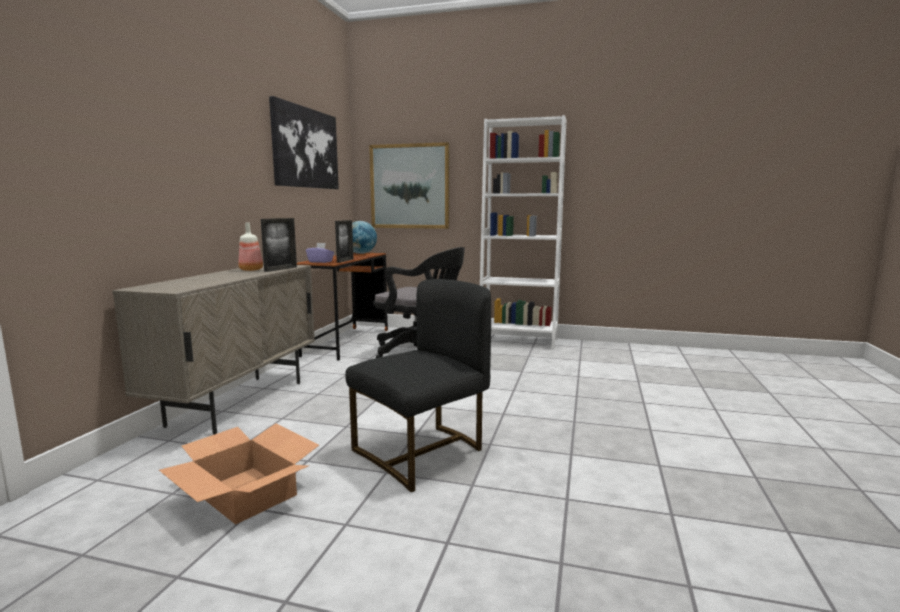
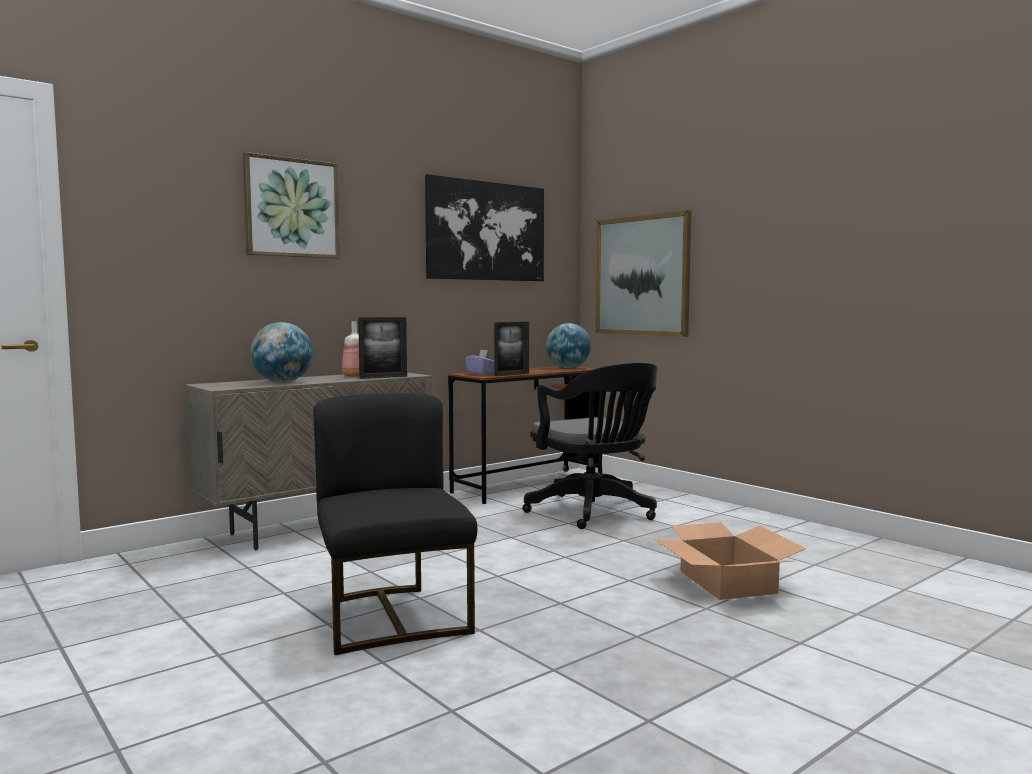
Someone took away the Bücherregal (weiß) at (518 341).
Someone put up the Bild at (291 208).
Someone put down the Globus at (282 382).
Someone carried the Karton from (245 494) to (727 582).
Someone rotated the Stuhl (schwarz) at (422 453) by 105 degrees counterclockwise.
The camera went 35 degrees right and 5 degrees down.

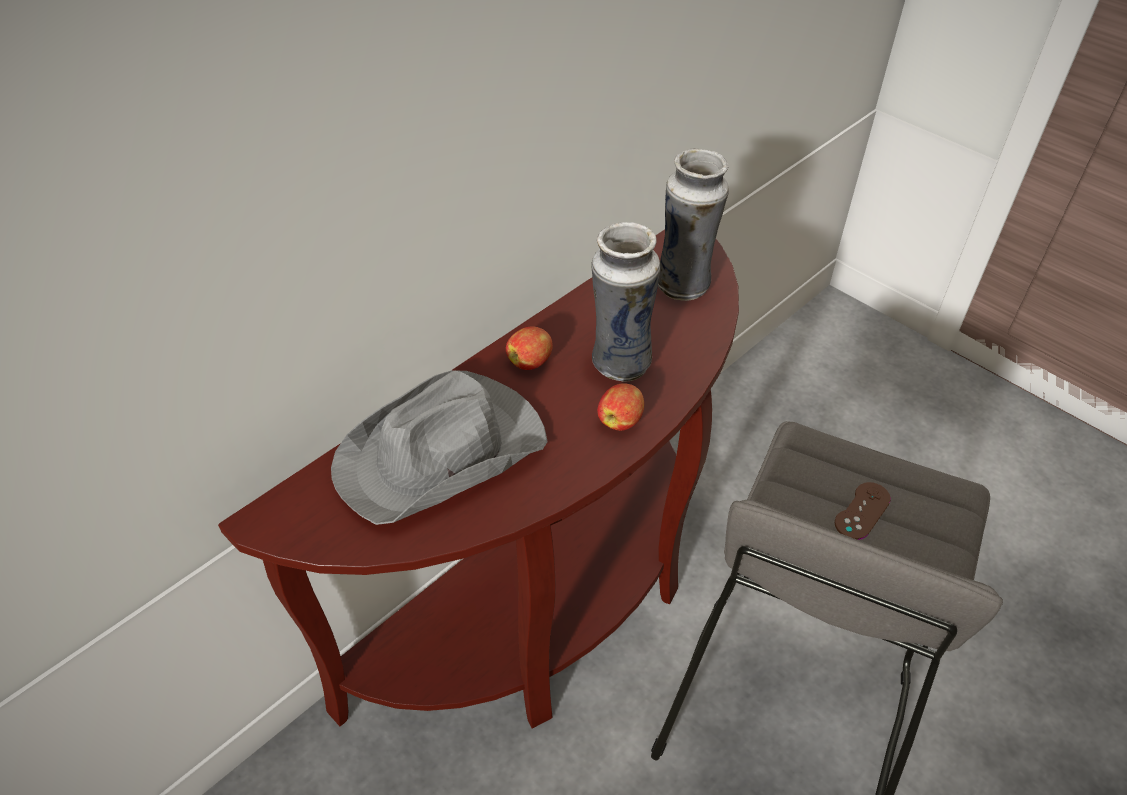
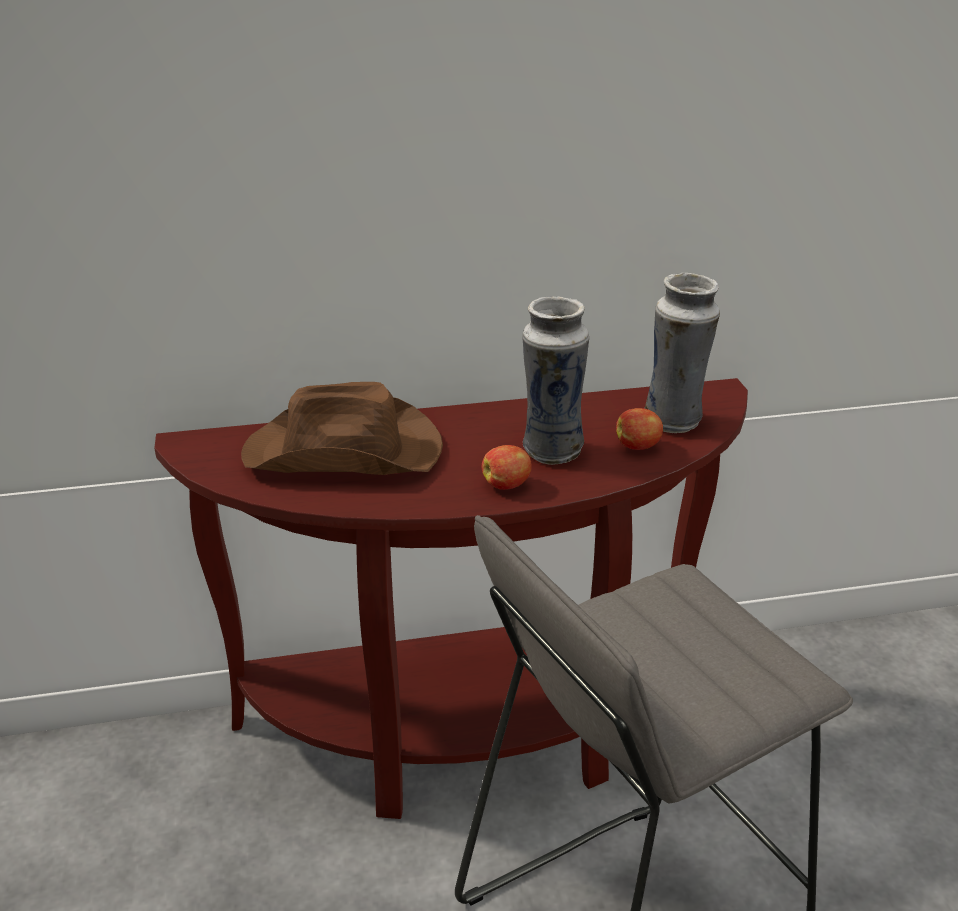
Someone took away the Gamepad (braun) at (862 511).
Someone carried the Apfel from (530 362) to (638 446).
Someone repainted the Hut (grau) at (443 453), which became the Hut (braun) at (345 453).
The camera went 35 degrees right and 15 degrees down.

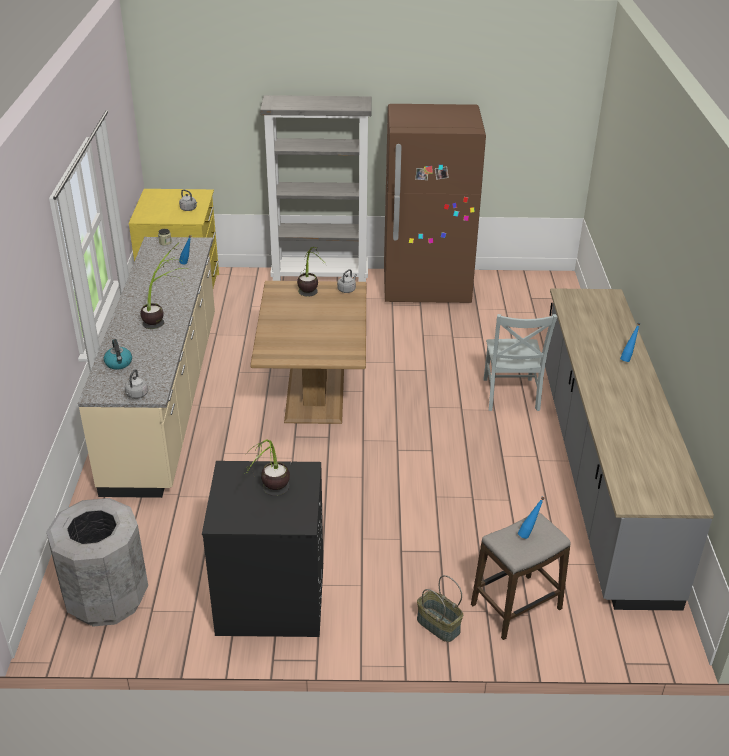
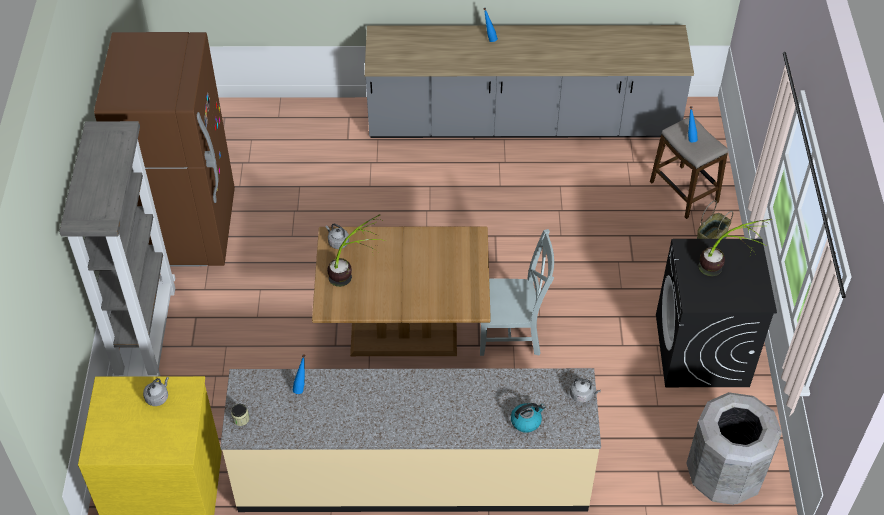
Someone took away the Topfpflanze at (164 318).
Someone carried the Stuhl (grau) from (510 396) to (512 333).
The camera went 90 degrees left and 15 degrees up.

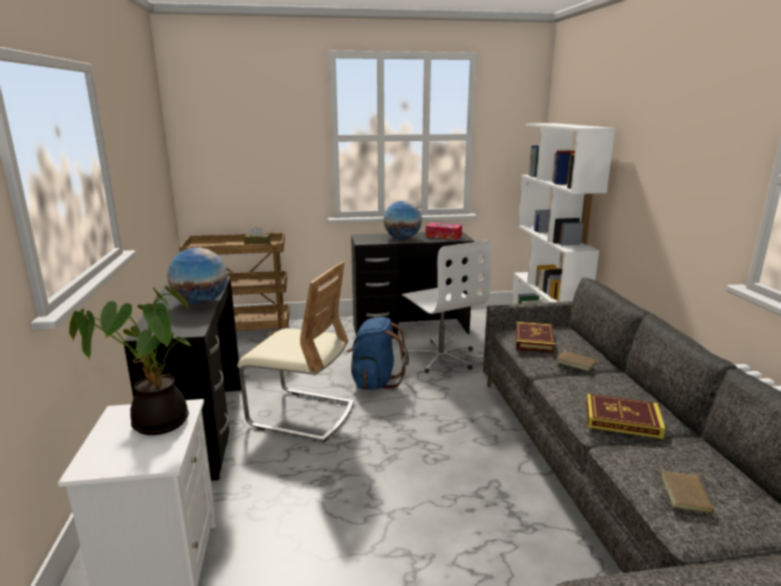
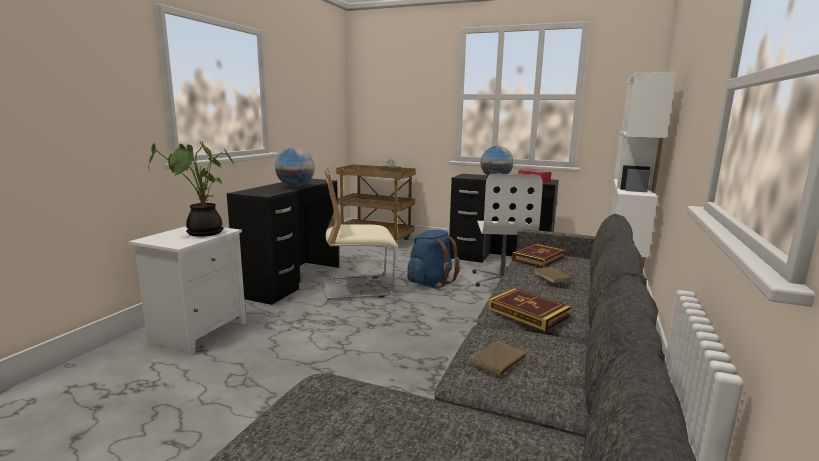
Someone rotated the Stuhl (beige) at (301 414) by 120 degrees clockwise.
The camera went 30 degrees right and 5 degrees down.

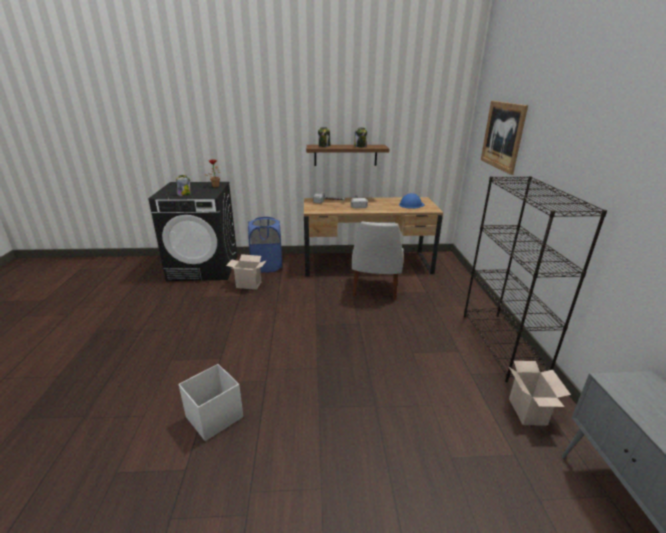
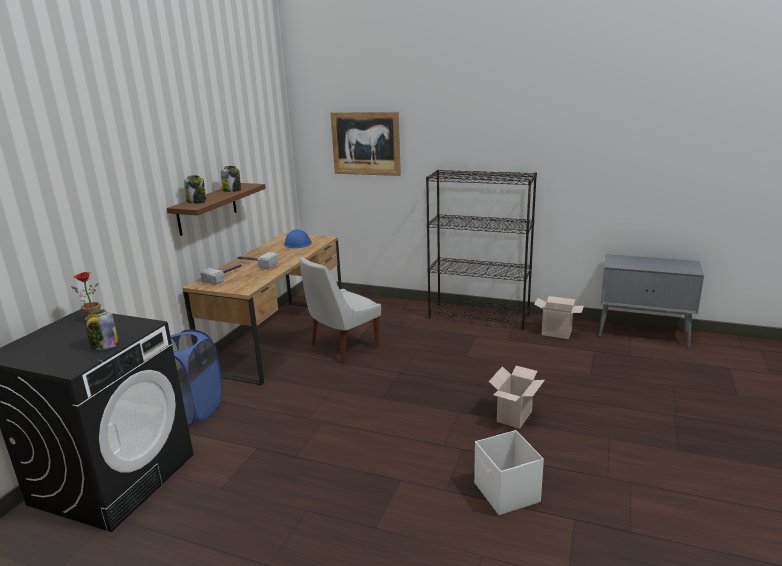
Someone carried the Karton from (248 285) to (515 417).
Someone rotated the Stuhl (weiß) at (375 290) by 105 degrees clockwise.
The camera went 65 degrees left and 5 degrees down.

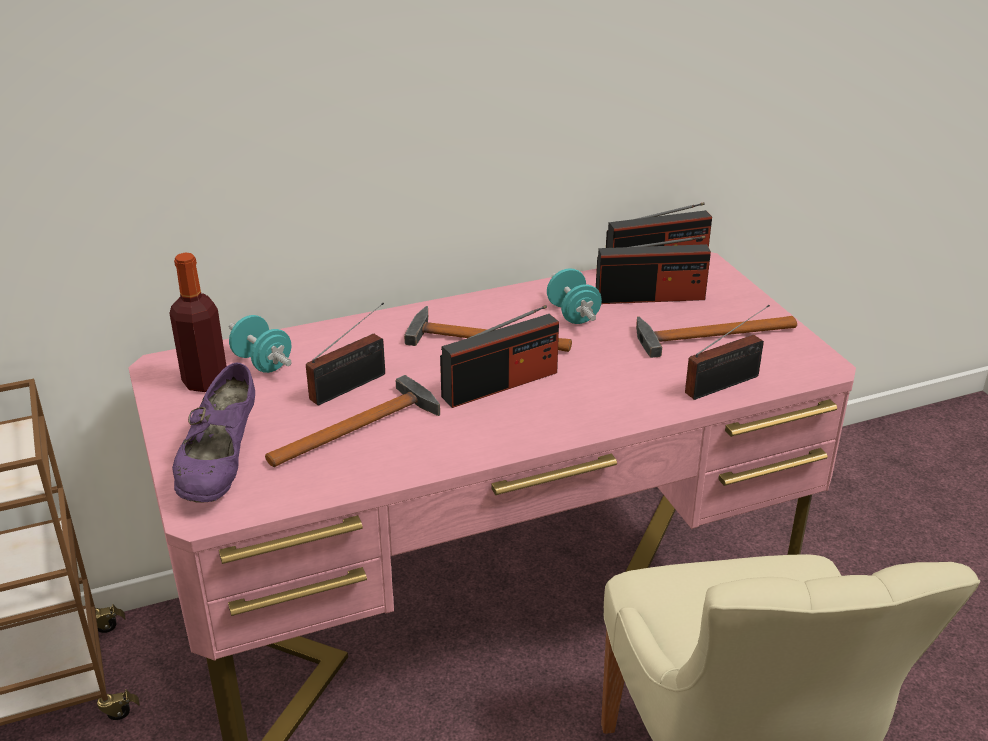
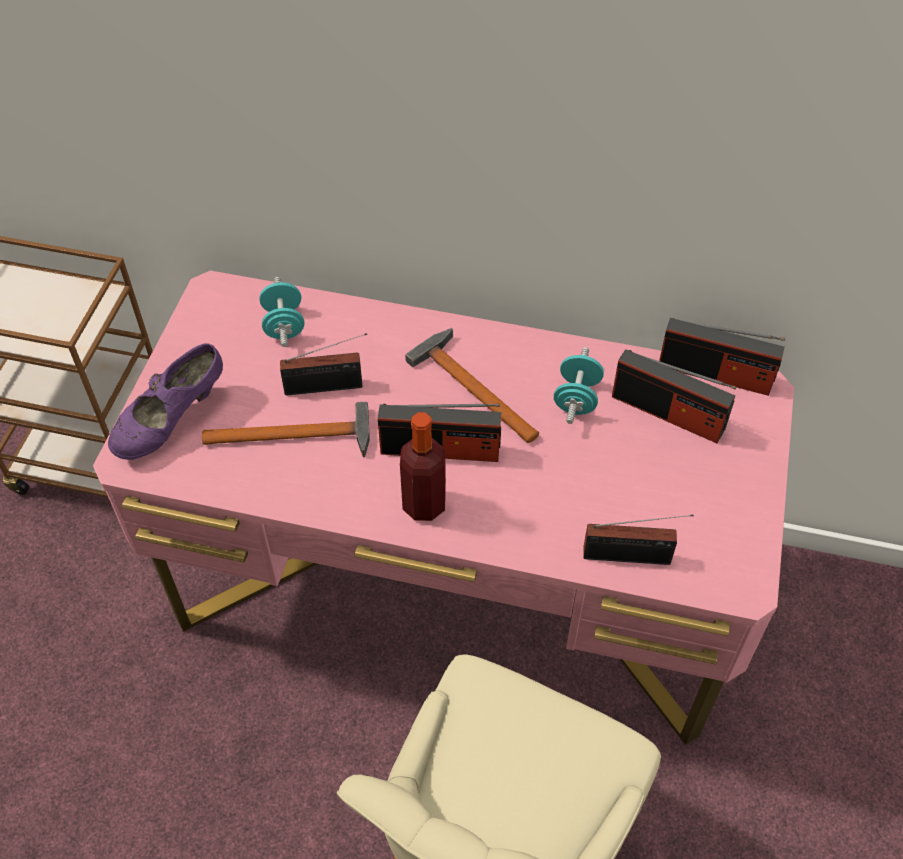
Someone took away the Hammer at (708 335).
Someone carried the Flasche from (205 381) to (424 504).
The camera went 35 degrees right and 20 degrees up.

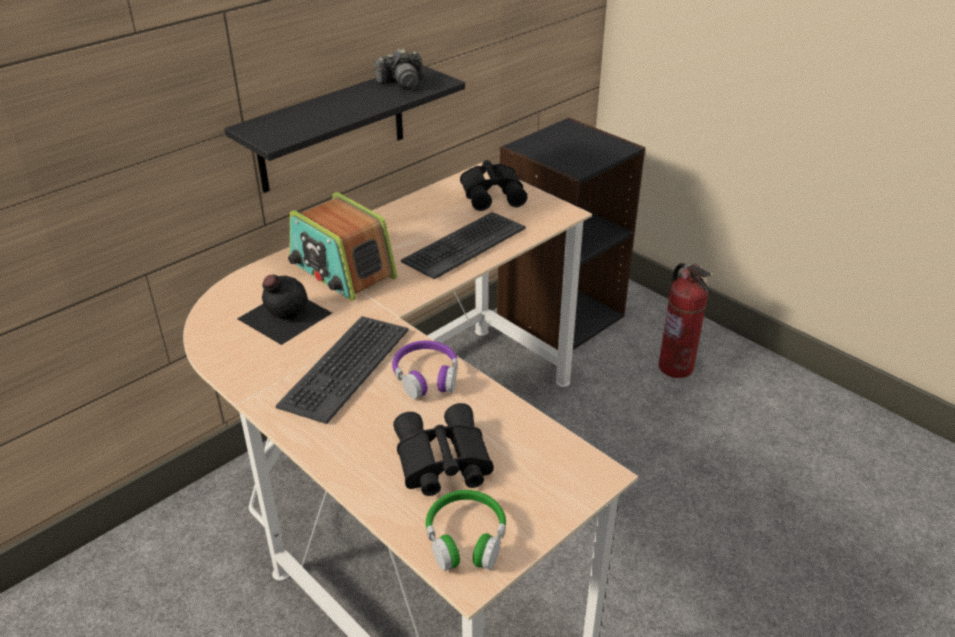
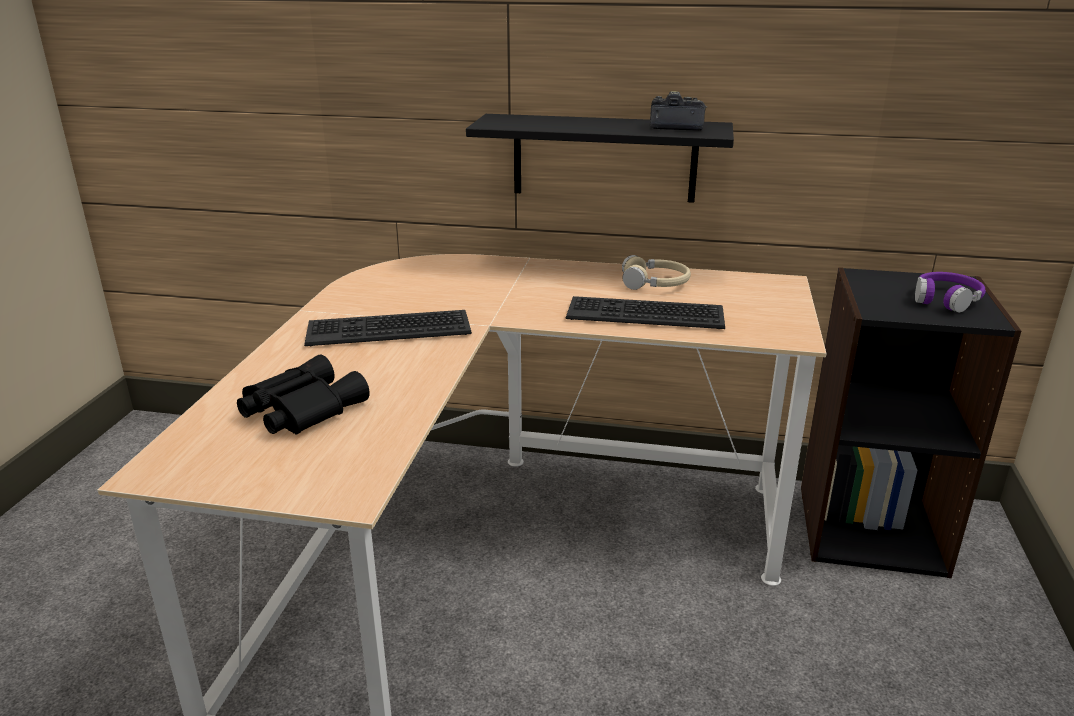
Someone took away the Flasche (schwarz) at (283 316).
Someone took away the Radio at (342 270).
Someone took away the Kopfhörer (grün) at (466 538).
Someone took away the Fernglas (schwarz) at (493 193).
Someone took away the Feuerlöscher at (676 367).
Someone put down the Kopfhörer (beige) at (655 283).
Someone carried the Kopfhörer (lila) from (426 376) to (946 300).
Someone rotated the Kamera at (402 83) by 150 degrees clockwise.
The camera went 55 degrees right and 10 degrees down.

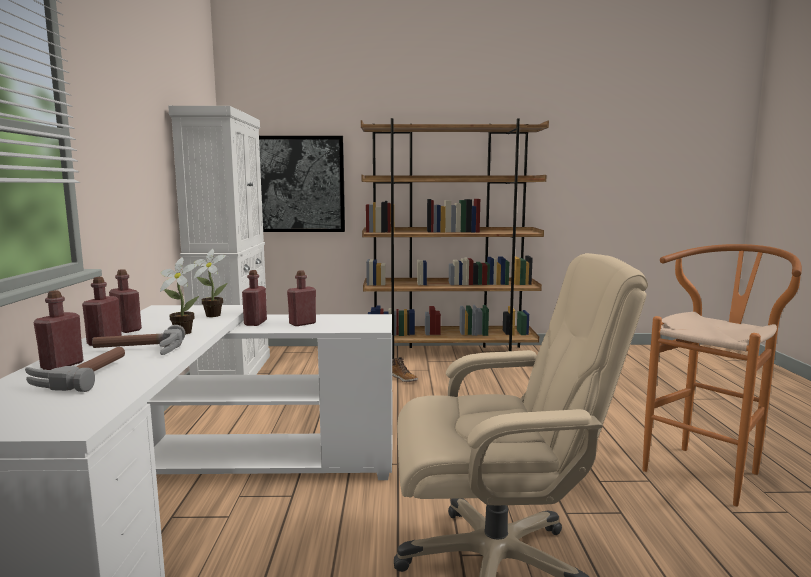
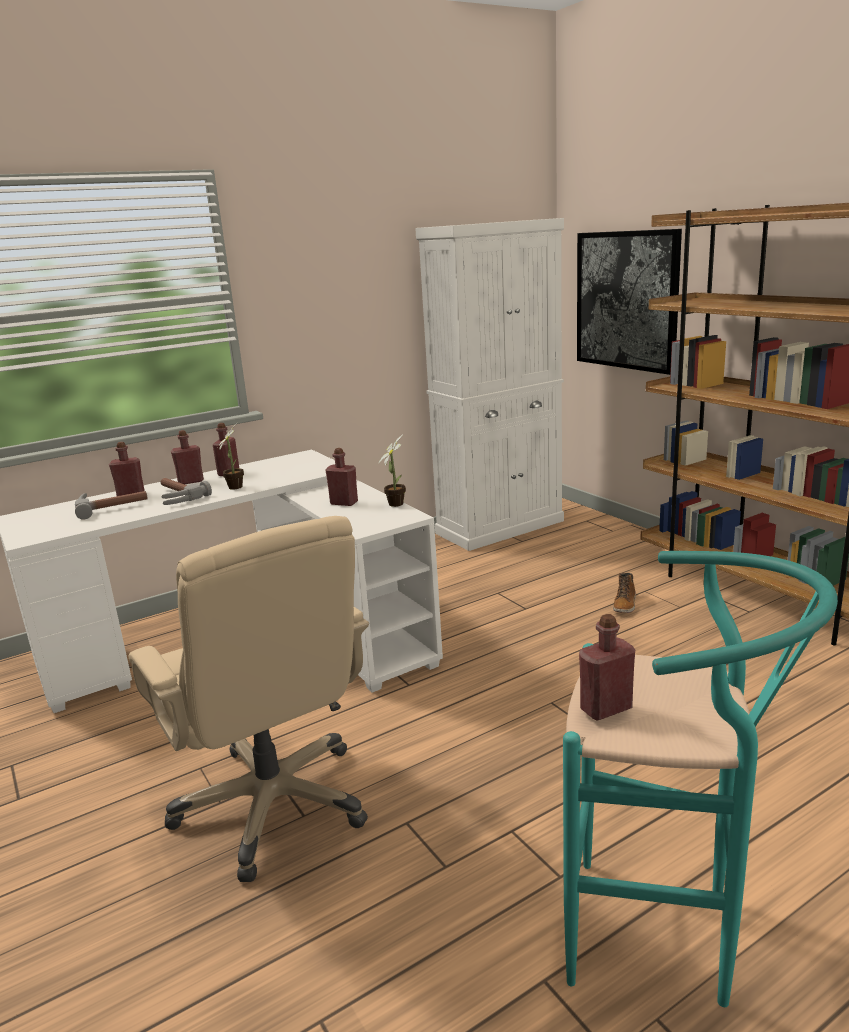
Someone carried the Topfpflanze from (211 315) to (396 503).
Someone carried the Flasche (rot) from (255 323) to (606 708).
Someone repainted the Hocker (orange) at (708 470), which became the Hocker (türkis) at (667 937).
The camera went 60 degrees right and 10 degrees up.

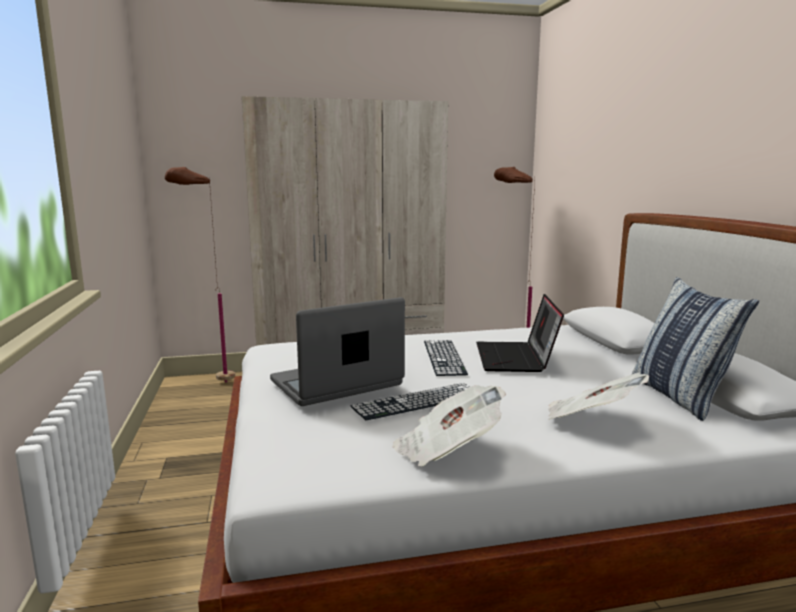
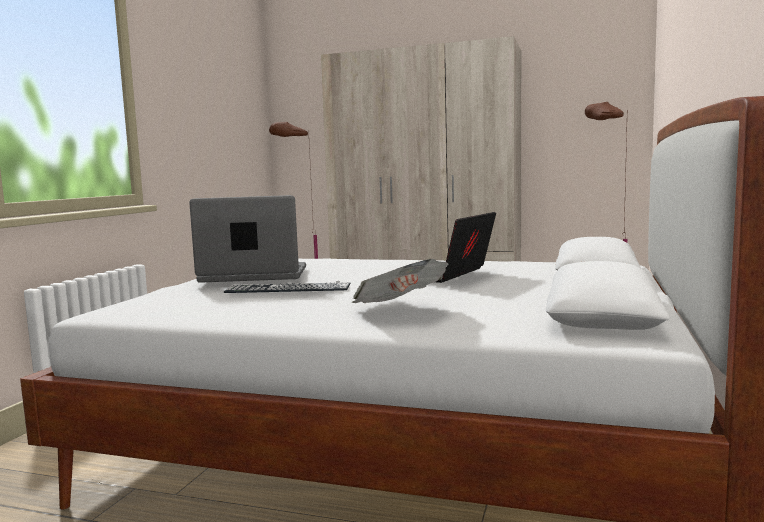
Someone took away the Zeitung at (447 450).
Someone took away the Tastatur at (444 357).
Someone took away the Kissen at (679 397).
The camera went 30 degrees right and 5 degrees down.

